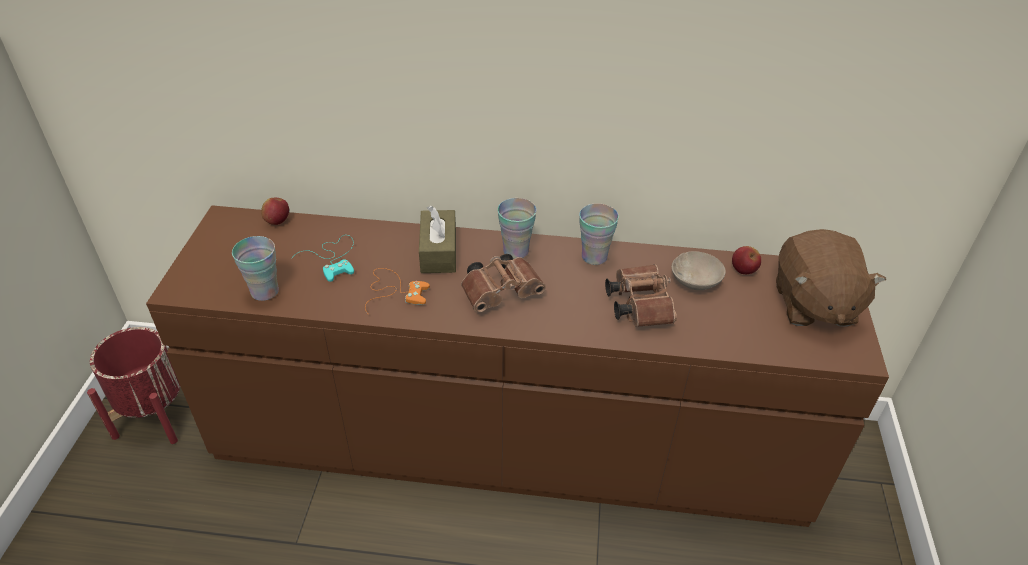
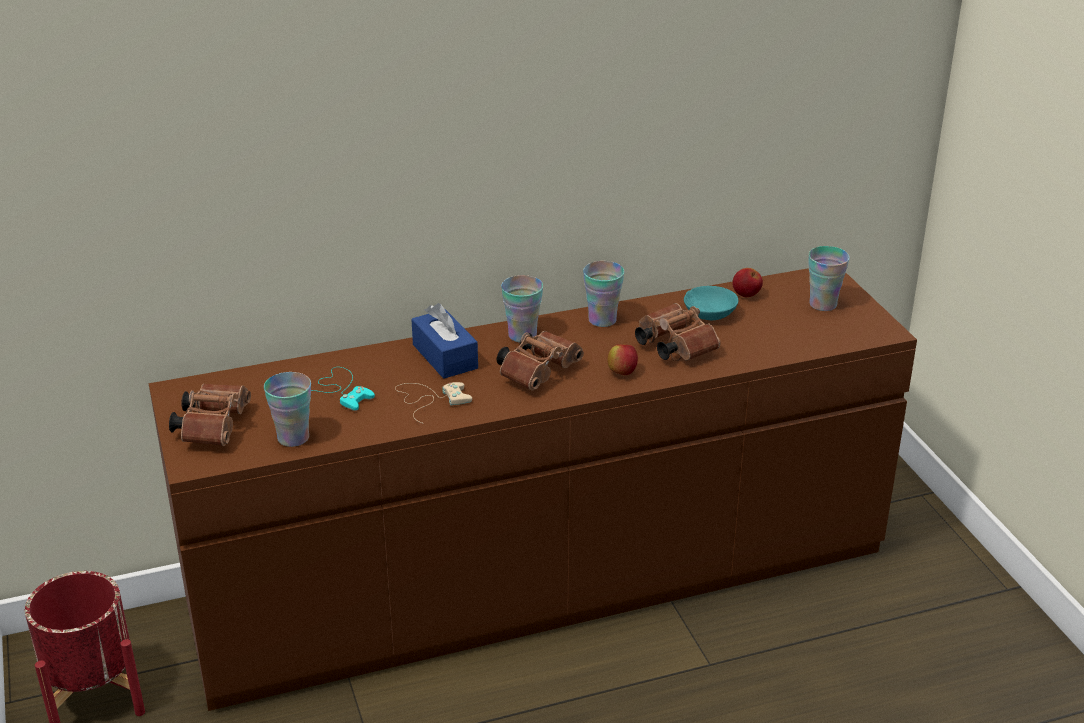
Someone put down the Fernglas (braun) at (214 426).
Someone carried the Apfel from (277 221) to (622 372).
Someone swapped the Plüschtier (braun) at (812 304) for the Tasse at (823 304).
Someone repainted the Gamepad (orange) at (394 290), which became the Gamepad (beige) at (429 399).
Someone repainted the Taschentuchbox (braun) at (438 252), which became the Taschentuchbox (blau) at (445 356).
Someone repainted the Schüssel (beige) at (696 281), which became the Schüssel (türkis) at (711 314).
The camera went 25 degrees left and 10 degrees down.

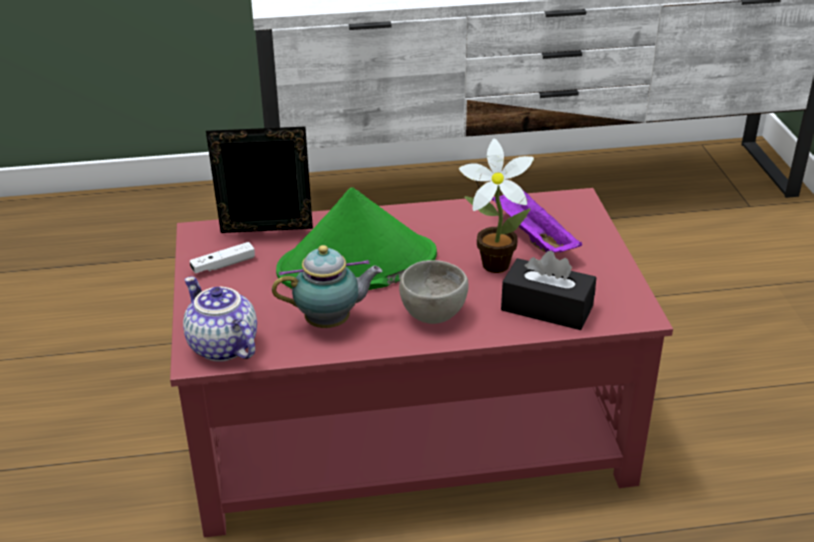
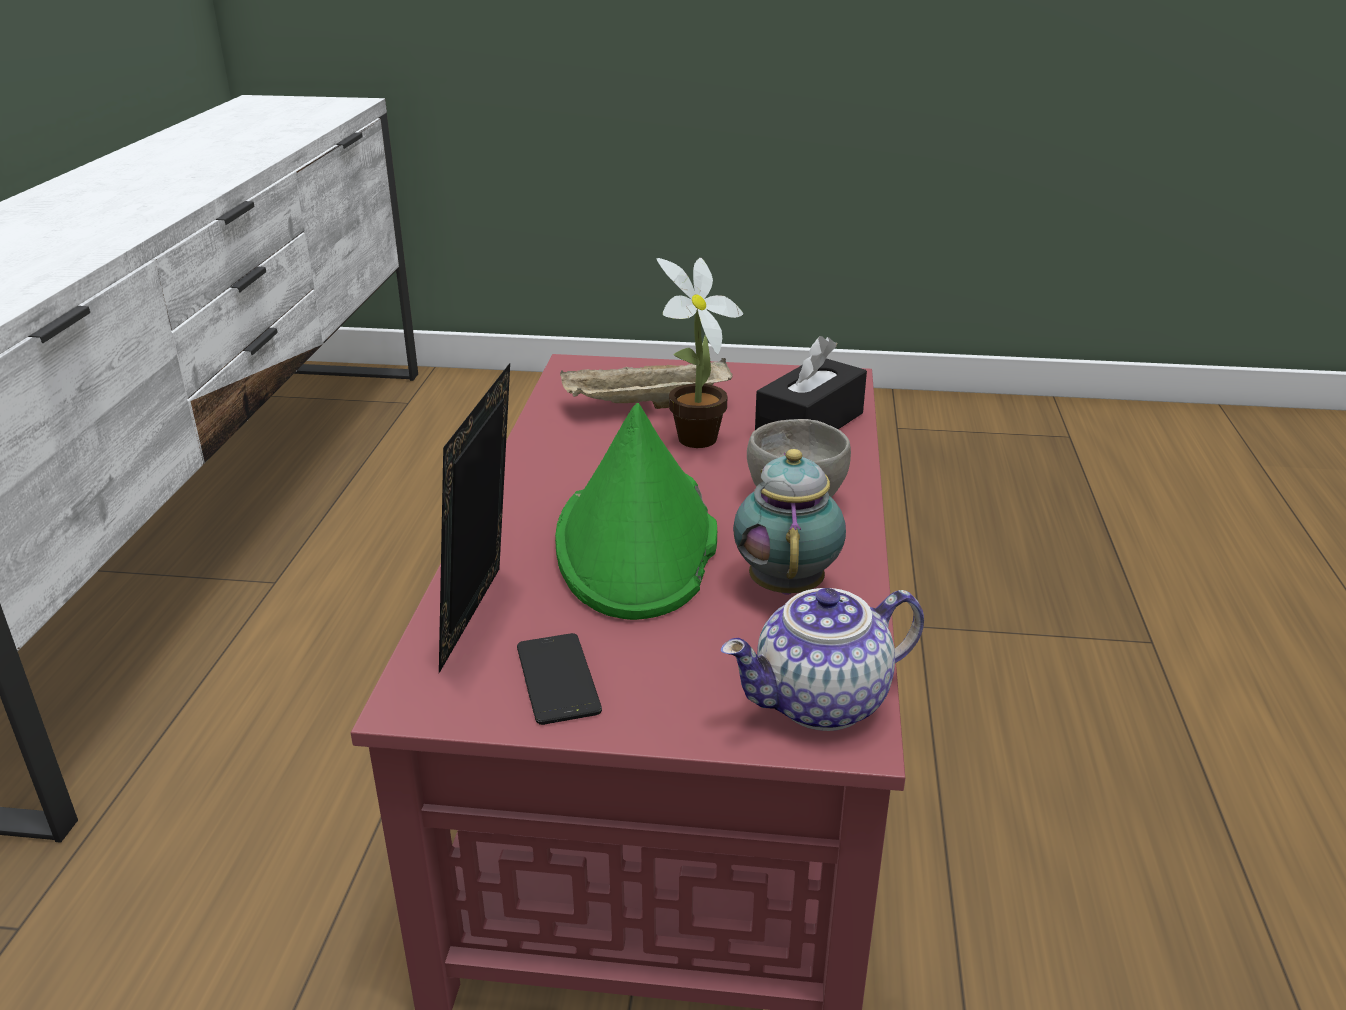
Someone swapped the Gamepad (weiß) at (223 265) for the Handy at (557 679).
Someone repainted the Tablett (lila) at (532 237), which became the Tablett (beige) at (645 406).
The camera went 75 degrees left and 5 degrees down.

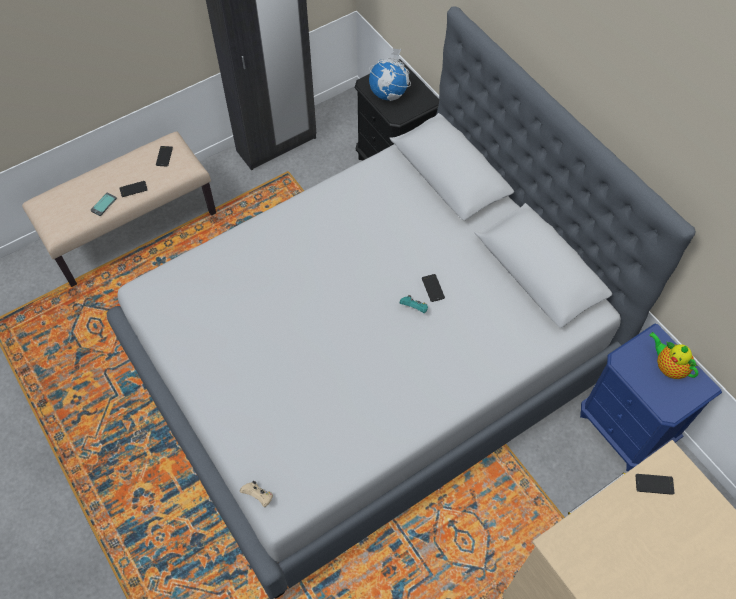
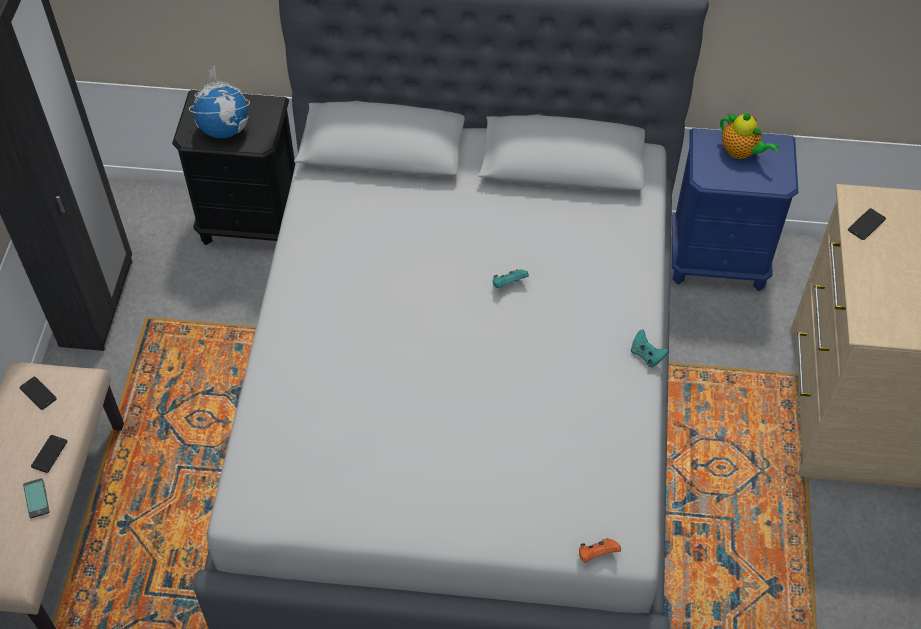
Someone took away the Handy at (433 288).
Someone put down the Gamepad (türkis) at (646 355).
Someone repainted the Gamepad (beige) at (258 496), which became the Gamepad (orange) at (596 554).
Someone rotated the Teekanne at (668 367) by 135 degrees counterclockwise.
The camera went 50 degrees left and 5 degrees down.

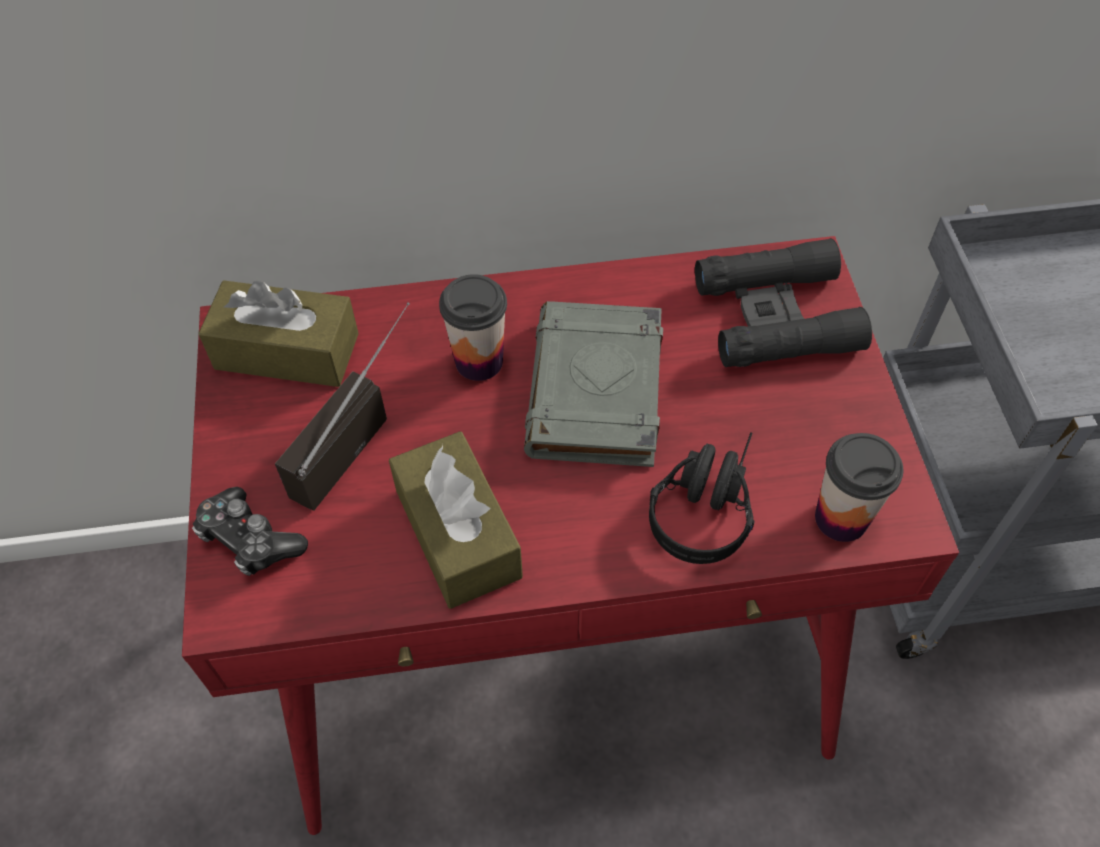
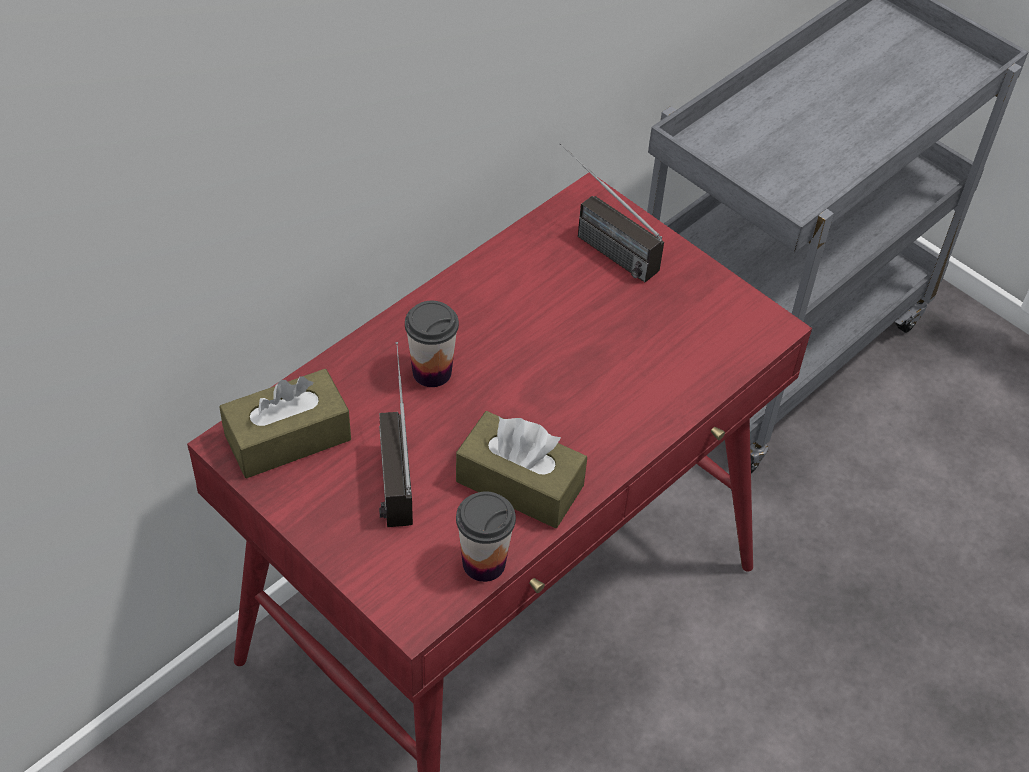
Someone took away the Gamepad at (249 540).
Someone took away the Buch (grau) at (596 393).
Someone took away the Kopfhörer (schwarz) at (705 502).
Someone carried the Tasse from (841 518) to (484 563).
Someone swapped the Fernglas (schwarz) at (776 316) for the Radio at (597 242).
The camera went 40 degrees left and 5 degrees down.

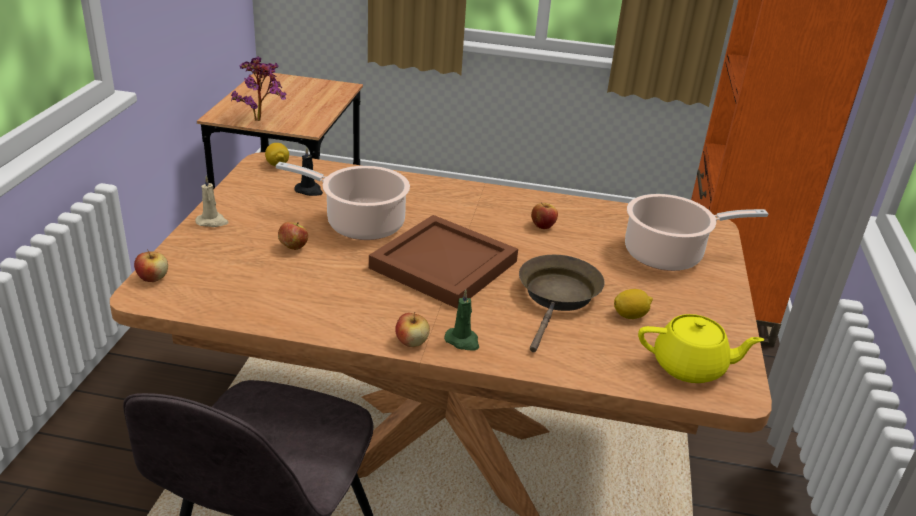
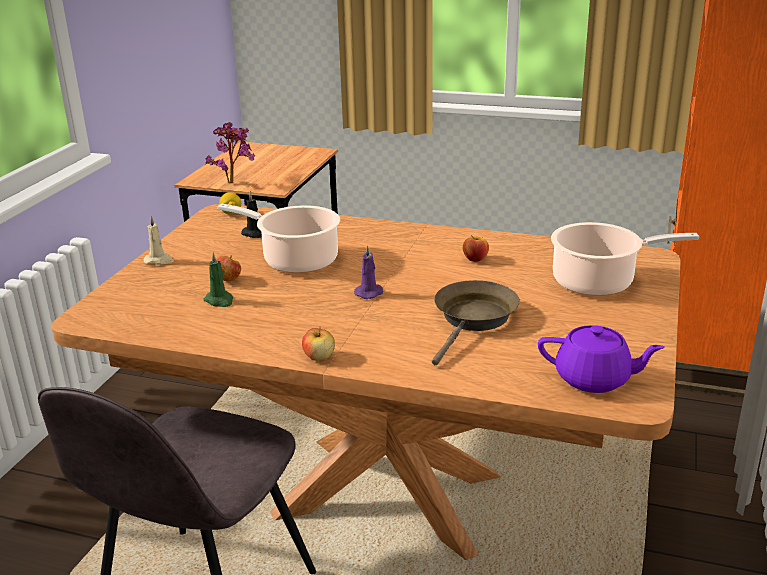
Someone took away the Apfel at (153 278).
Someone took away the Zitrone at (630 315).
Someone carried the Kerze (grün) from (463 341) to (219 301).
Someone swapped the Tablett (braun) at (446 264) for the Kerze (lila) at (370 293).
Someone repainted the Teekanne (gelb) at (690 367), which became the Teekanne (lila) at (594 379).
The camera went 10 degrees right and 5 degrees down.

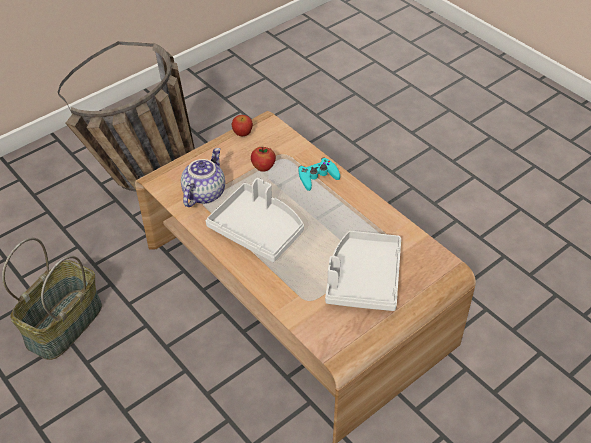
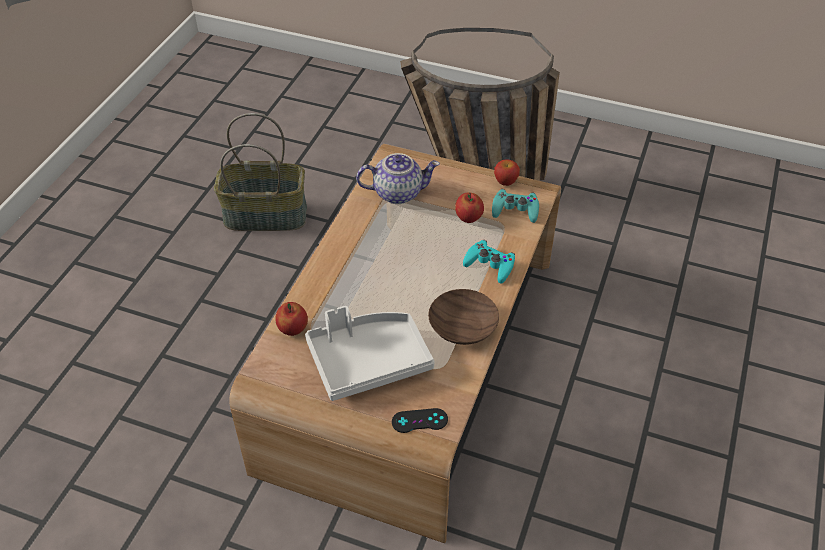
Someone took away the Tablett (weiß) at (258 230).
Someone put down the Apfel at (293 329).
Someone put down the Gamepad (schwarz) at (419 421).
Someone put down the Schüssel (braun) at (464 327).
Someone put down the Gamepad (türkis) at (515 210).
The camera went 60 degrees right and 0 degrees up.

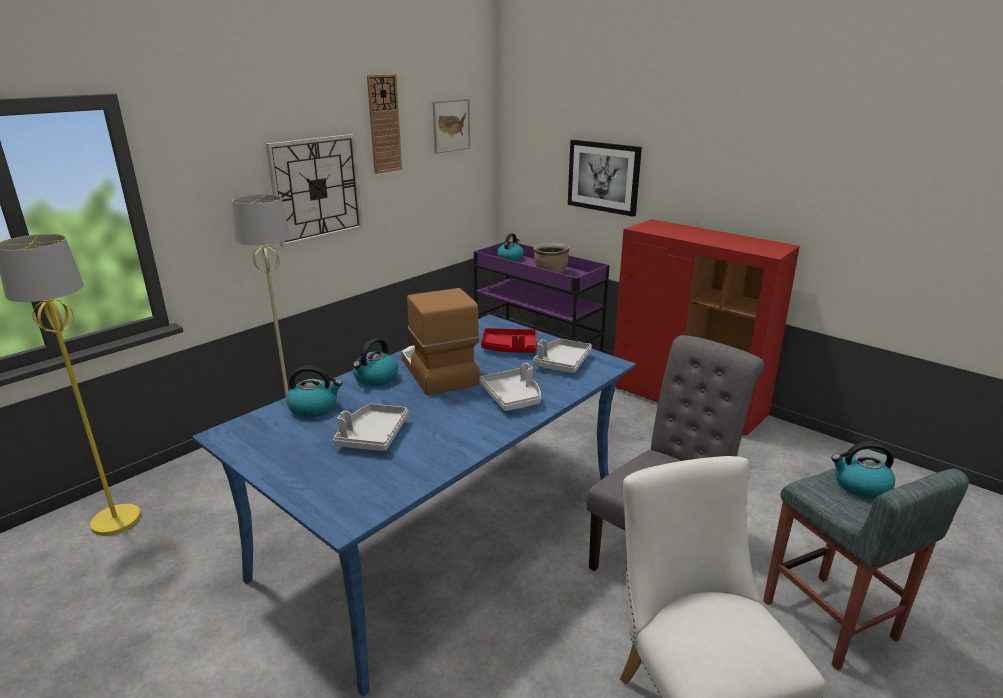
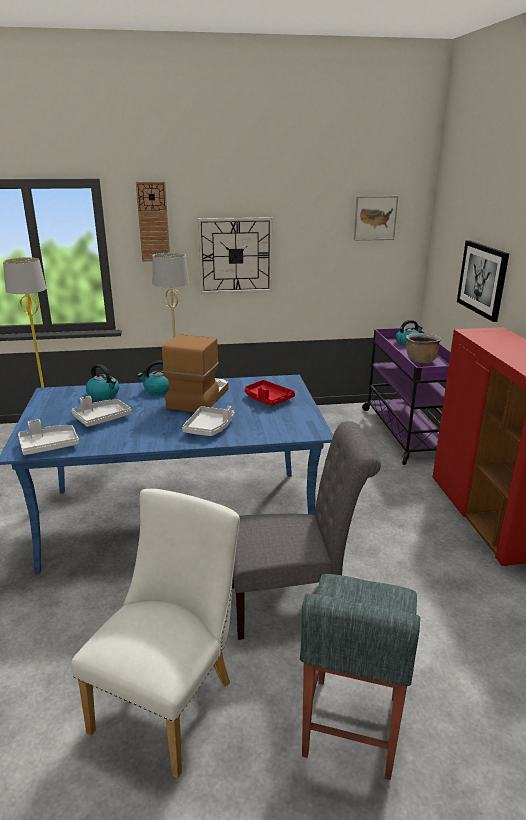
Someone took away the Wasserkessel at (860 486).
Someone carried the Wanduhr from (384 124) to (153 222).
Someone carried the Tablett (grau) from (562 363) to (49 446).
The camera went 40 degrees right and 0 degrees up.

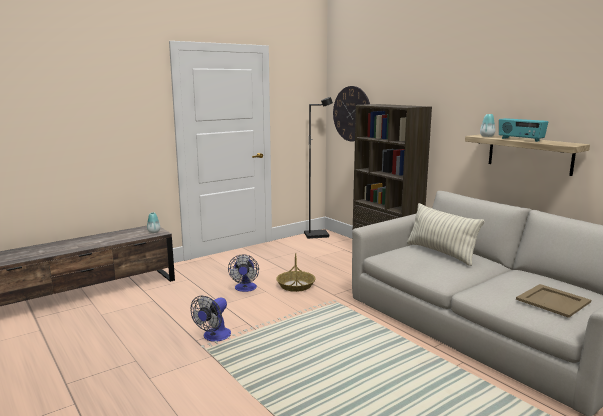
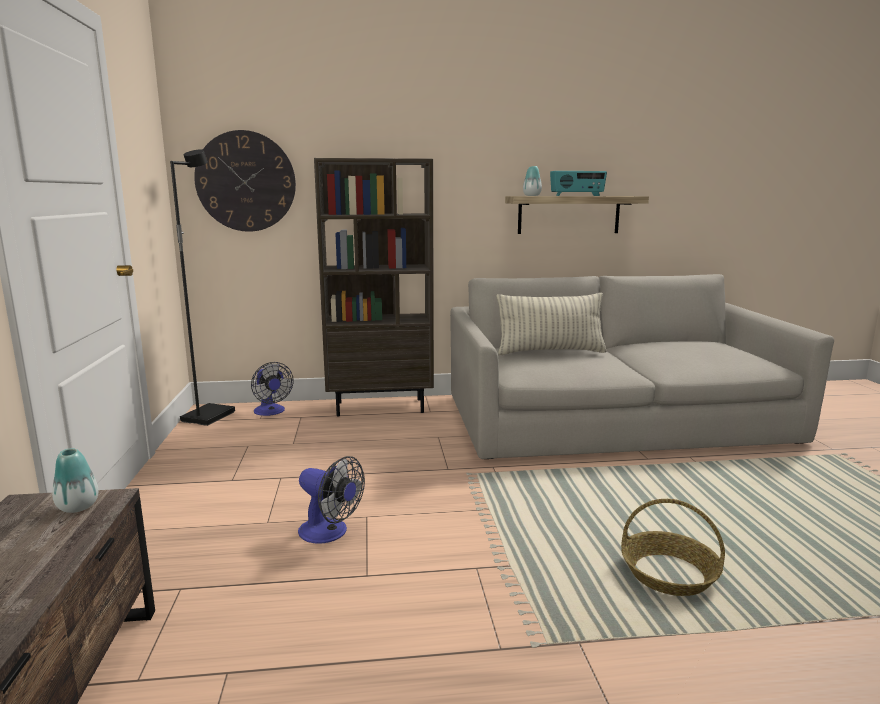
Someone took away the Tablett (beige) at (552 300).
Someone carried the Ventilator from (214 337) to (271 412).
Someone carried the Korb from (295 285) to (668 574).
The camera went 60 degrees left and 0 degrees up.

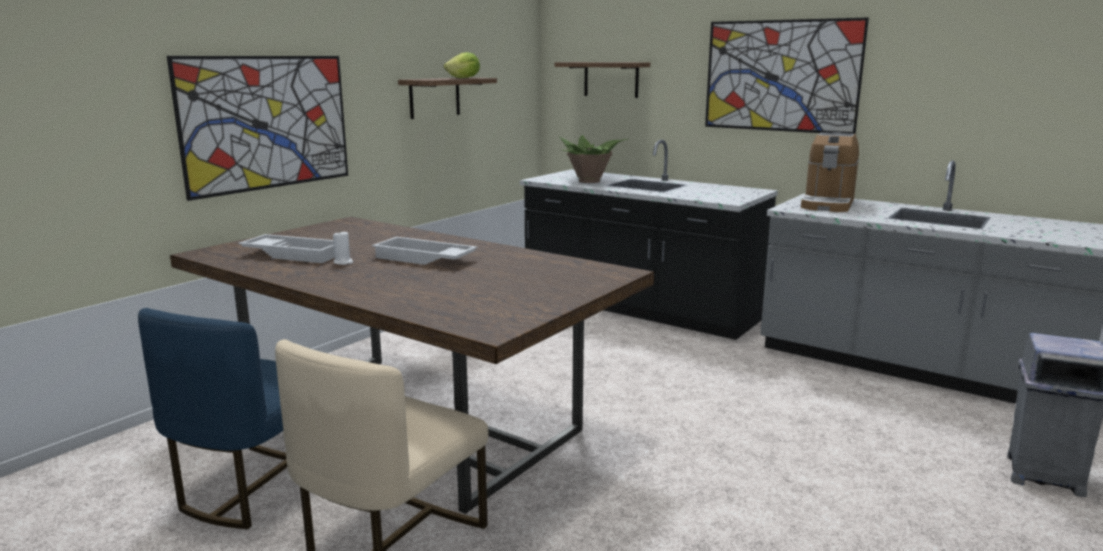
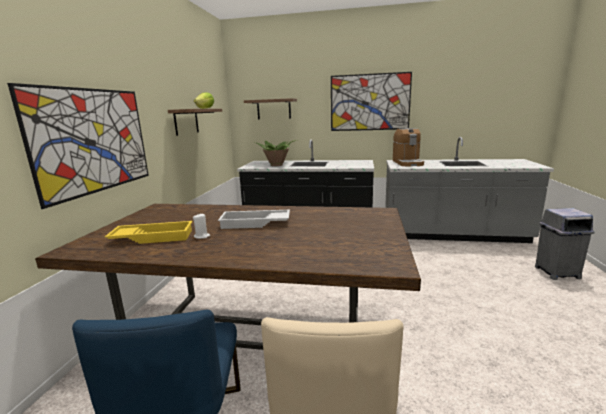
Someone repainted the Tablett (weiß) at (295 254), which became the Tablett (gelb) at (153 237).
The camera went 25 degrees left and 0 degrees up.

